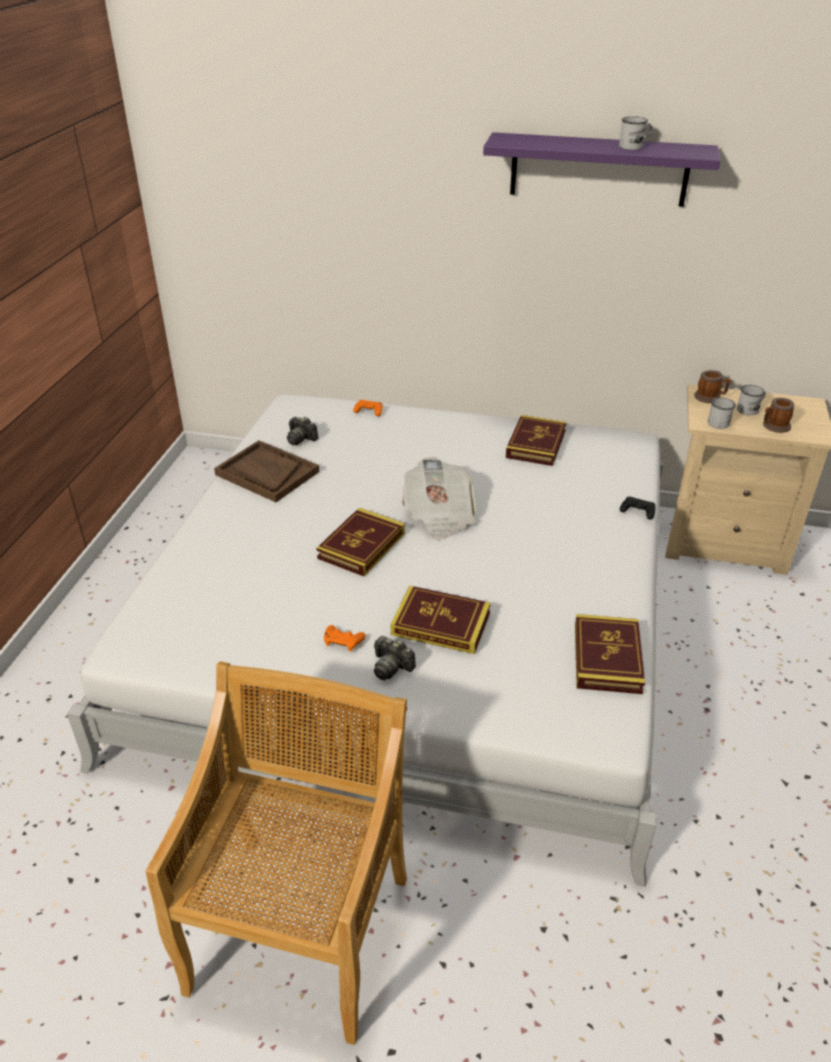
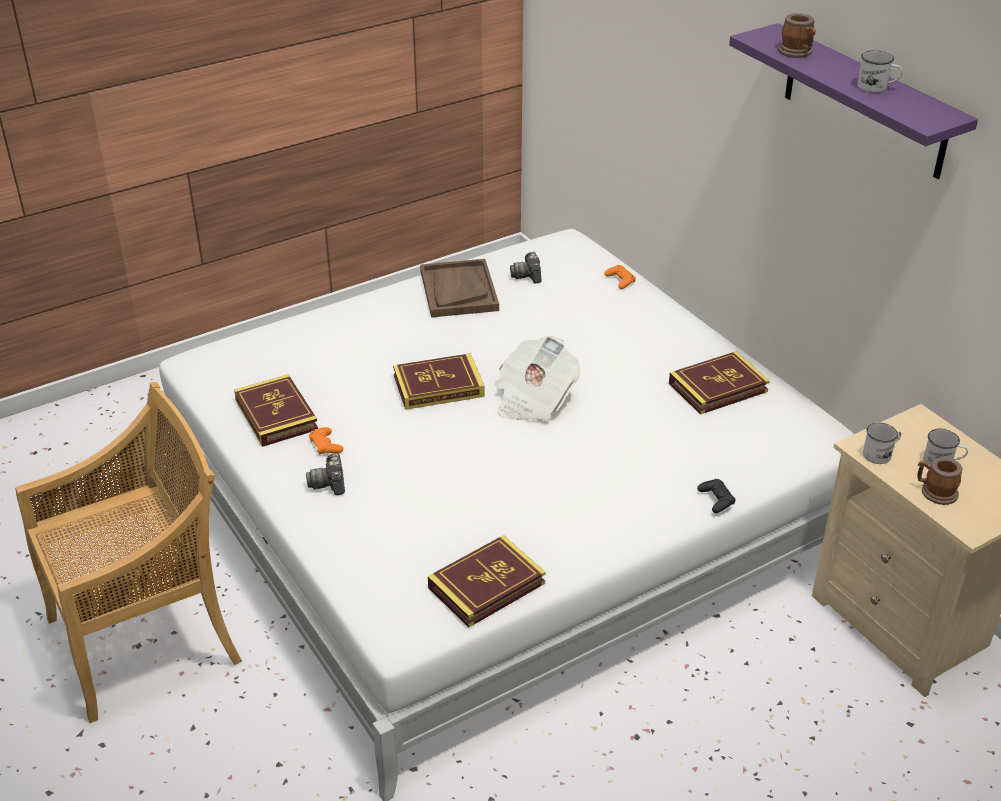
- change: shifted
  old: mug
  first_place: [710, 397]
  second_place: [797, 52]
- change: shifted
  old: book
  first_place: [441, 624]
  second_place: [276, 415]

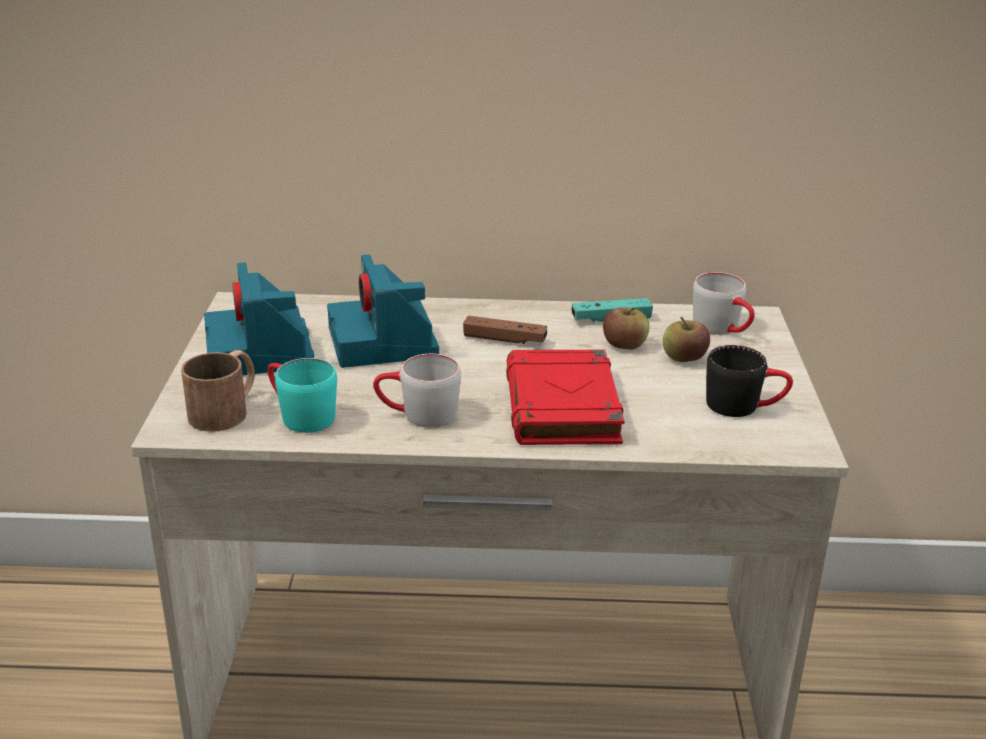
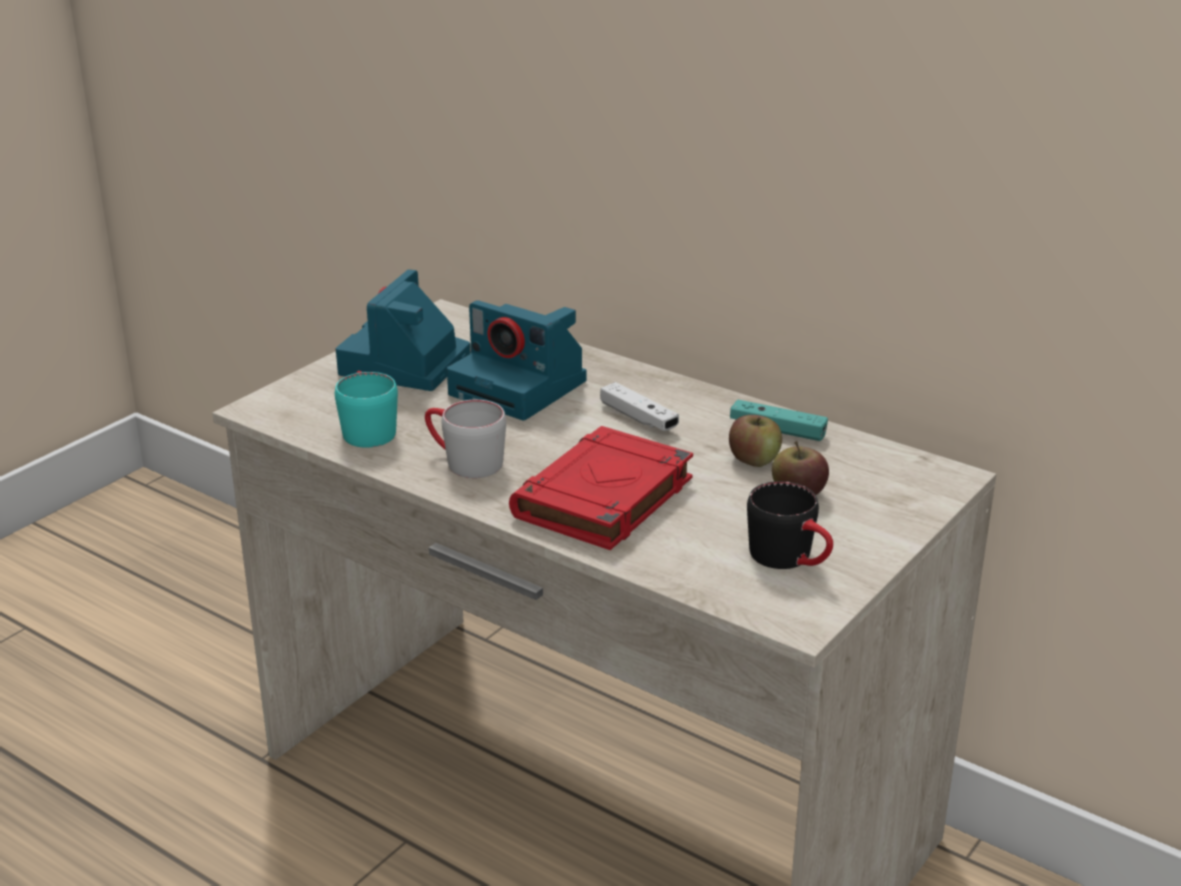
- change: rotated
  old: photo camera
  first_place: [384, 343]
  second_place: [521, 388]
  degrees: -75
- change: gone
  old: grey mug
  first_place: [723, 329]
- change: repainted
  old: brown game controller
  new: white game controller
  first_place: [504, 339]
  second_place: [638, 418]
- change: gone
  old: brown mug
  first_place: [227, 409]

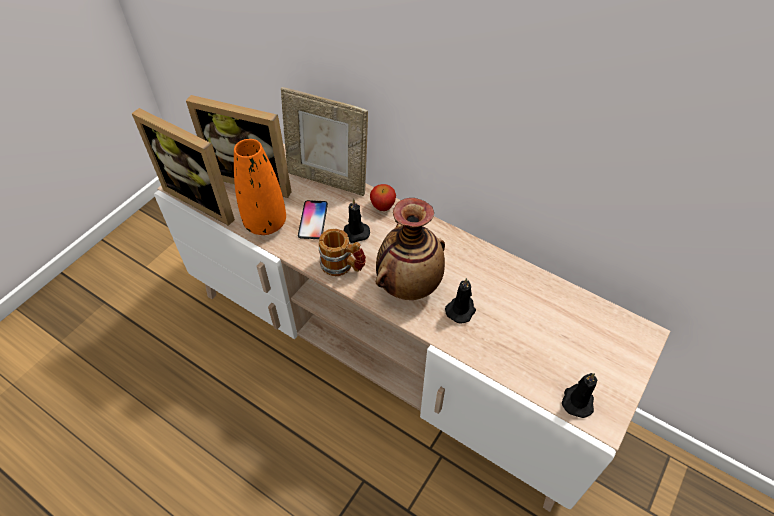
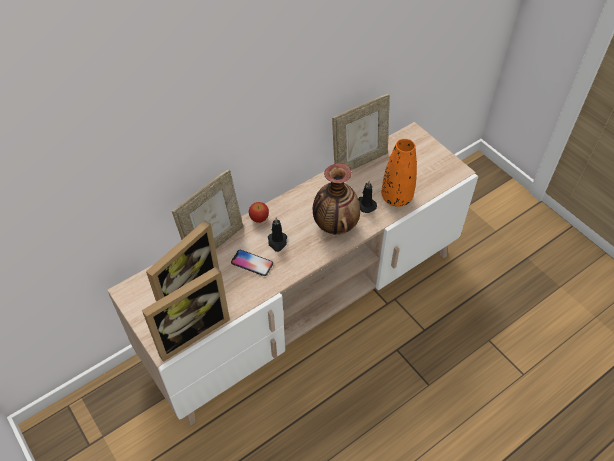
- change: shifted
  old: orange vase
  first_place: [265, 223]
  second_place: [396, 198]
- change: gone
  old: mug
  first_place: [343, 266]
- change: gone
  old: black candle
  first_place: [577, 400]
- change: new
  new: picture frame
  second_place: [359, 161]

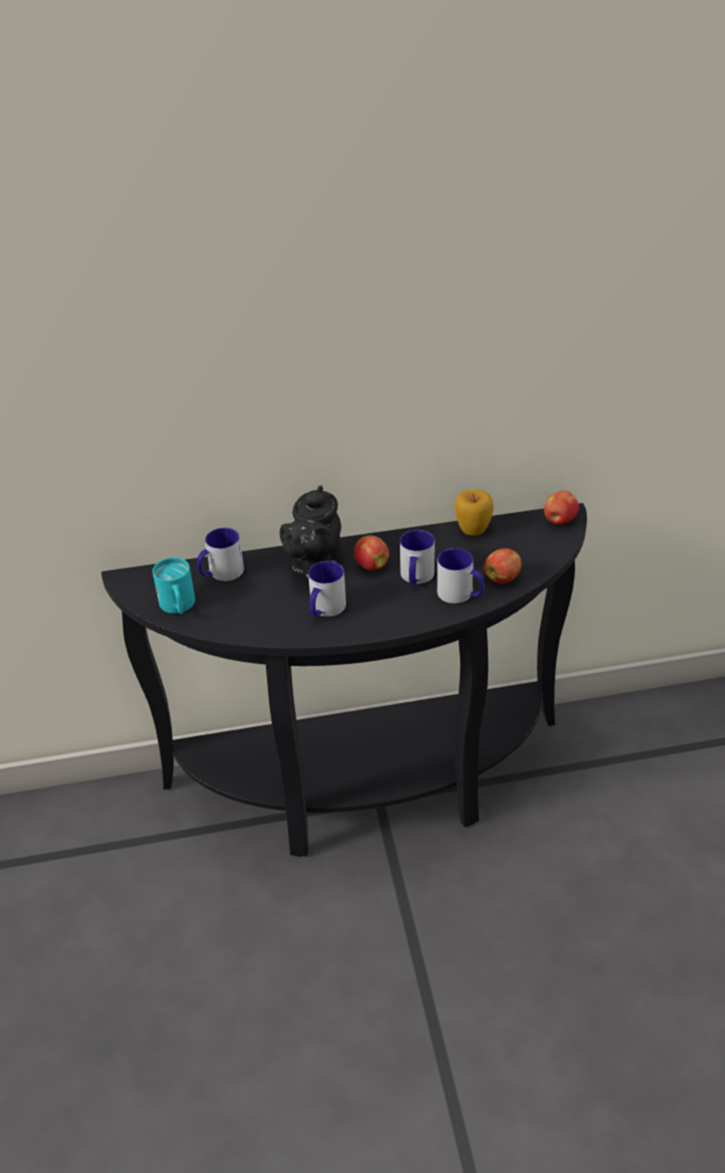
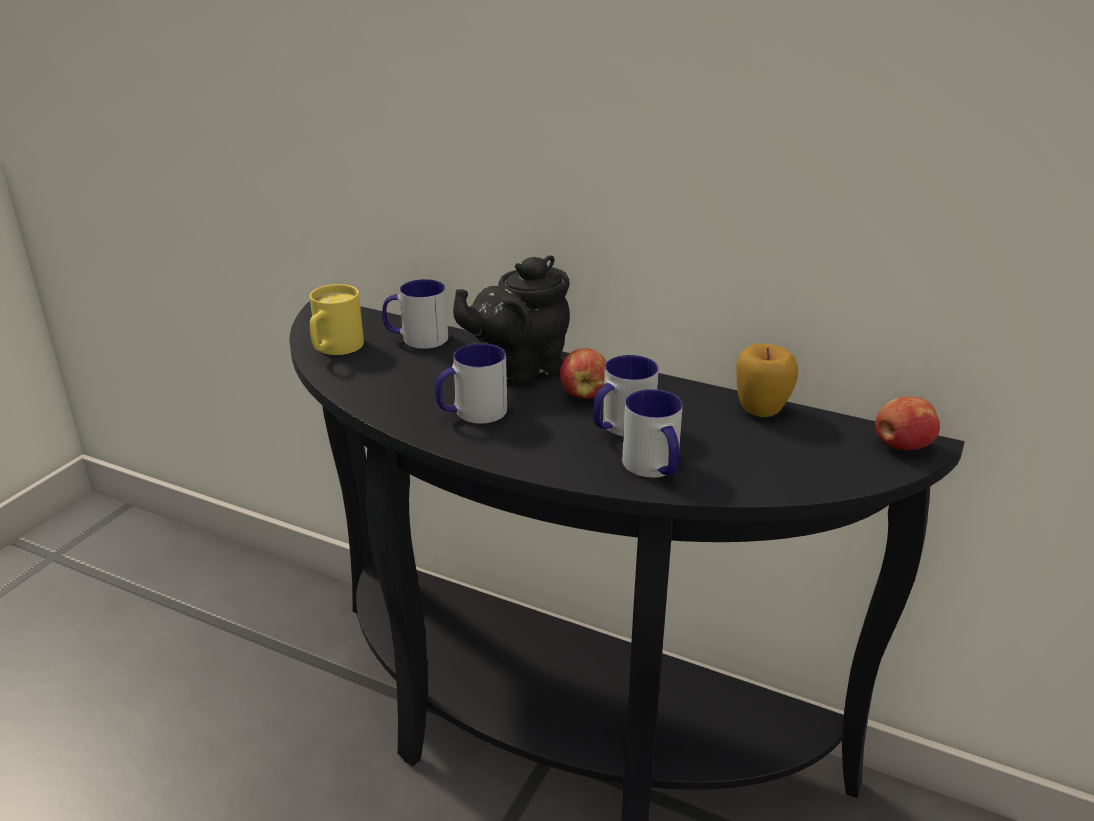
- change: gone
  old: apple
  first_place: [502, 578]
- change: repainted
  old: turquoise mug
  new: yellow mug
  first_place: [178, 607]
  second_place: [334, 349]

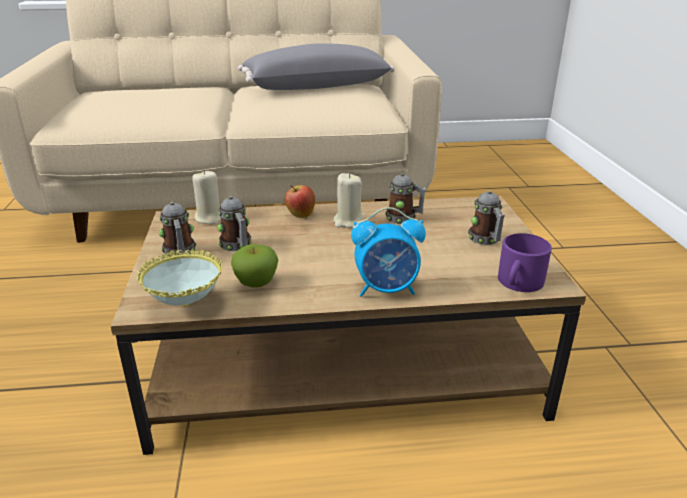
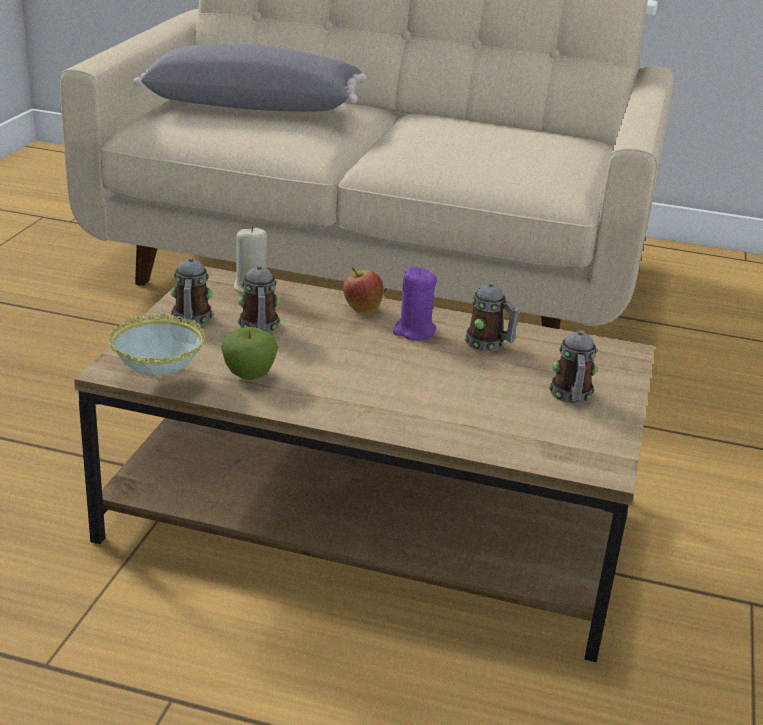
- change: shifted
  old: grey pillow
  first_place: [315, 86]
  second_place: [253, 105]
- change: repainted
  old: beige candle
  new: purple candle
  first_place: [348, 222]
  second_place: [414, 332]
- change: gone
  old: alarm clock
  first_place: [387, 289]
- change: gone
  old: purple mug
  first_place: [518, 282]

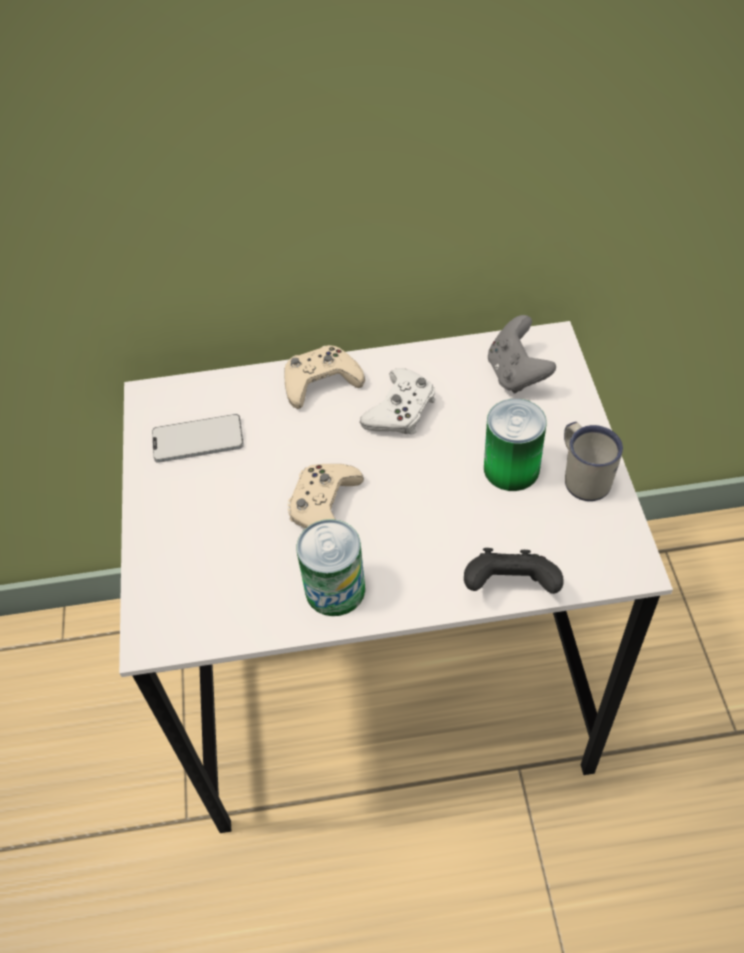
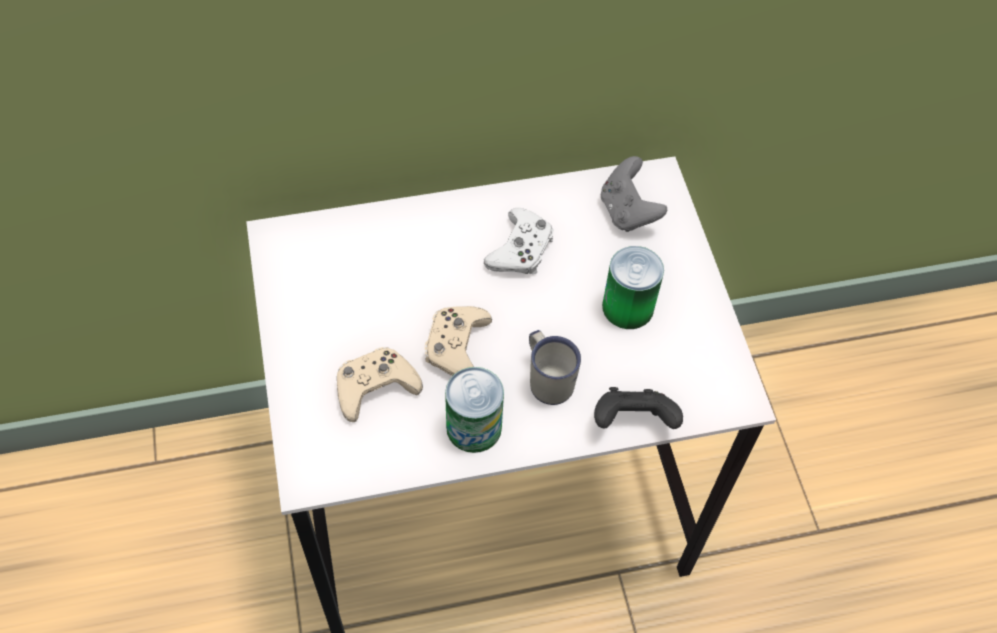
- change: shifted
  old: beige game controller
  first_place: [321, 382]
  second_place: [375, 387]
- change: gone
  old: phone
  first_place: [198, 440]
- change: shifted
  old: white mug
  first_place: [583, 476]
  second_place: [548, 378]

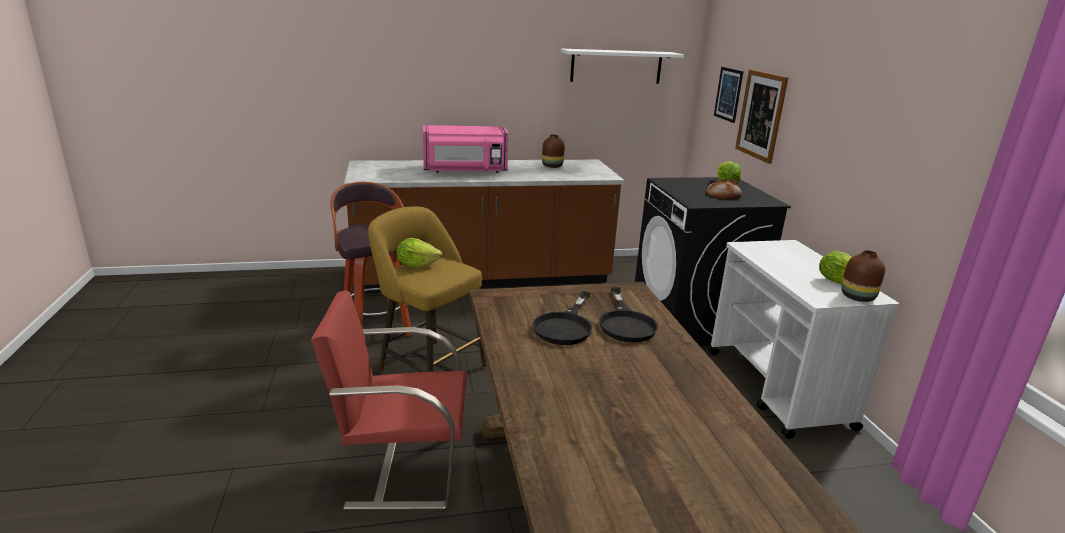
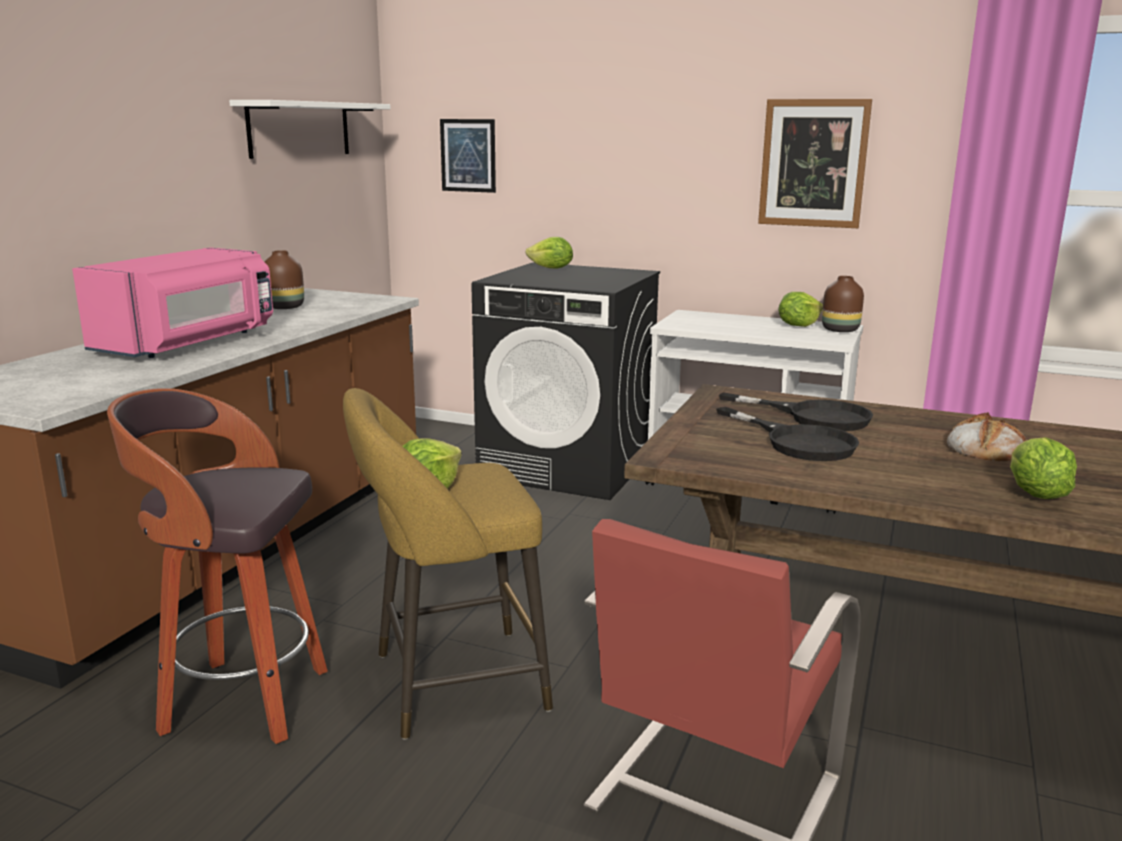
- change: shifted
  old: picture
  first_place: [761, 115]
  second_place: [813, 163]
- change: shifted
  old: bread
  first_place: [724, 194]
  second_place: [984, 448]
- change: new
  new: lettuce
  second_place: [1034, 494]

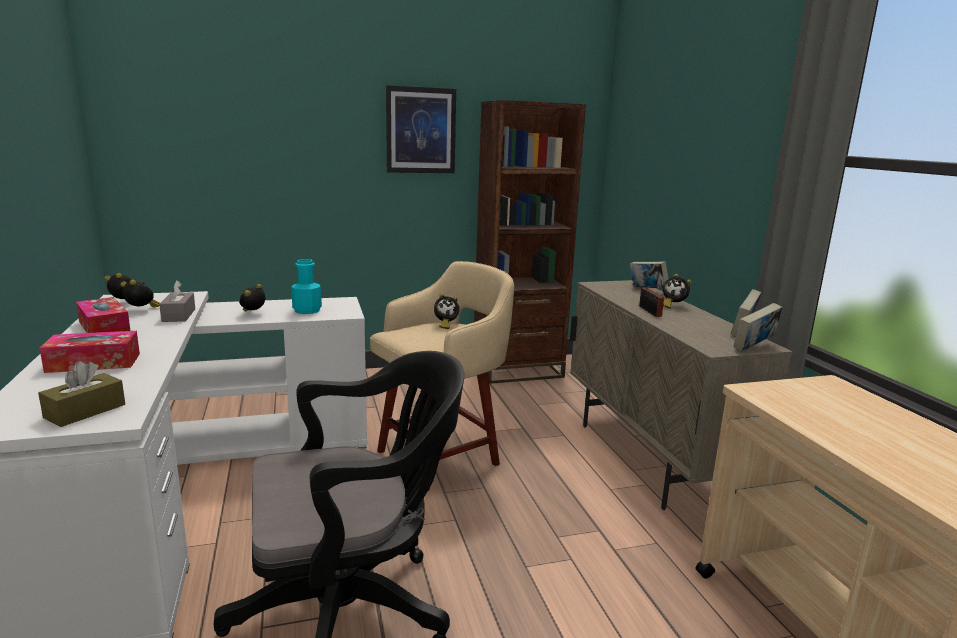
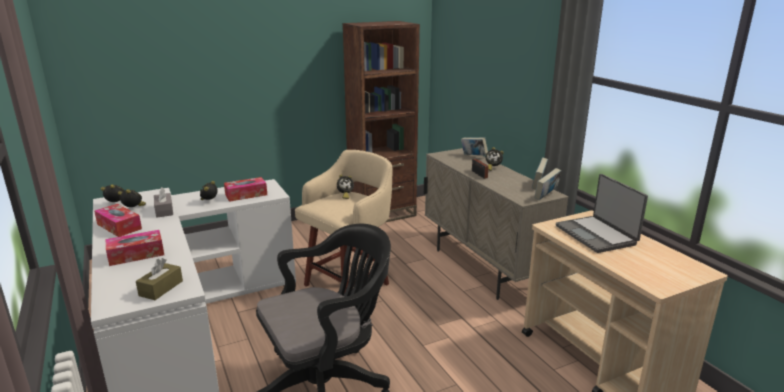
- change: gone
  old: picture
  first_place: [420, 130]
- change: swapped
  old: turquoise bottle
  new: tissue box
  first_place: [307, 310]
  second_place: [246, 195]
- change: new
  new: laptop
  second_place: [596, 235]

